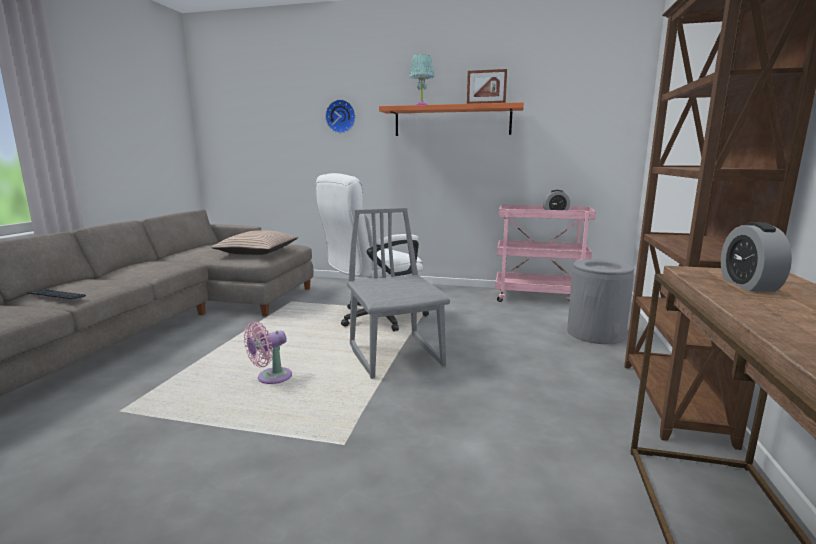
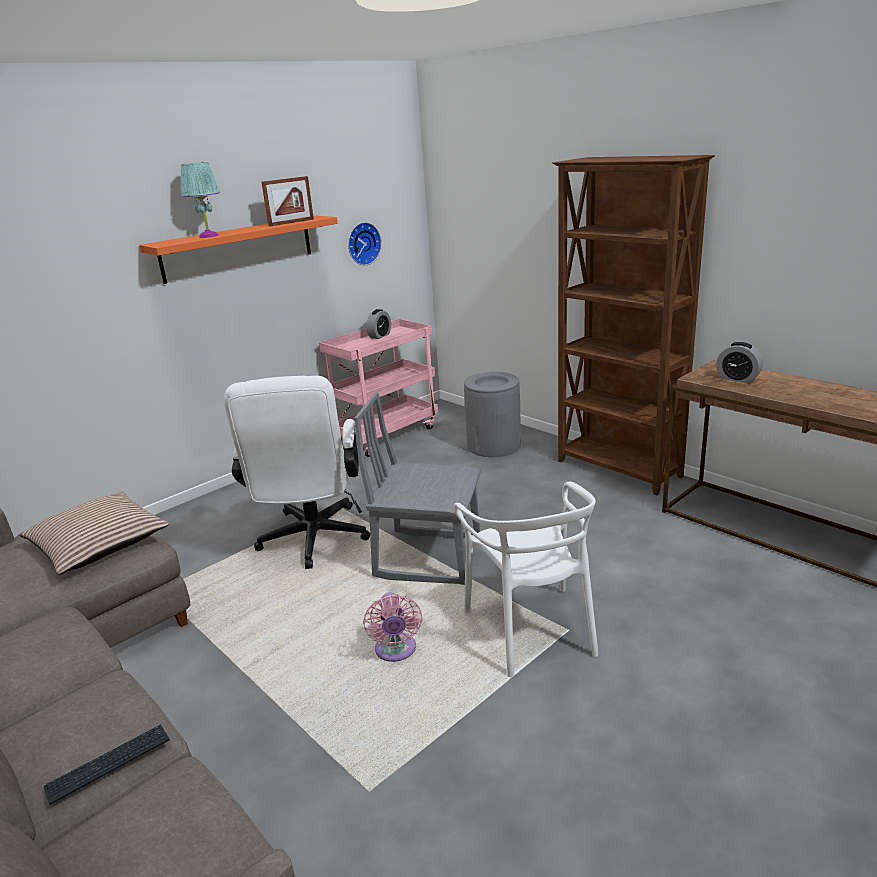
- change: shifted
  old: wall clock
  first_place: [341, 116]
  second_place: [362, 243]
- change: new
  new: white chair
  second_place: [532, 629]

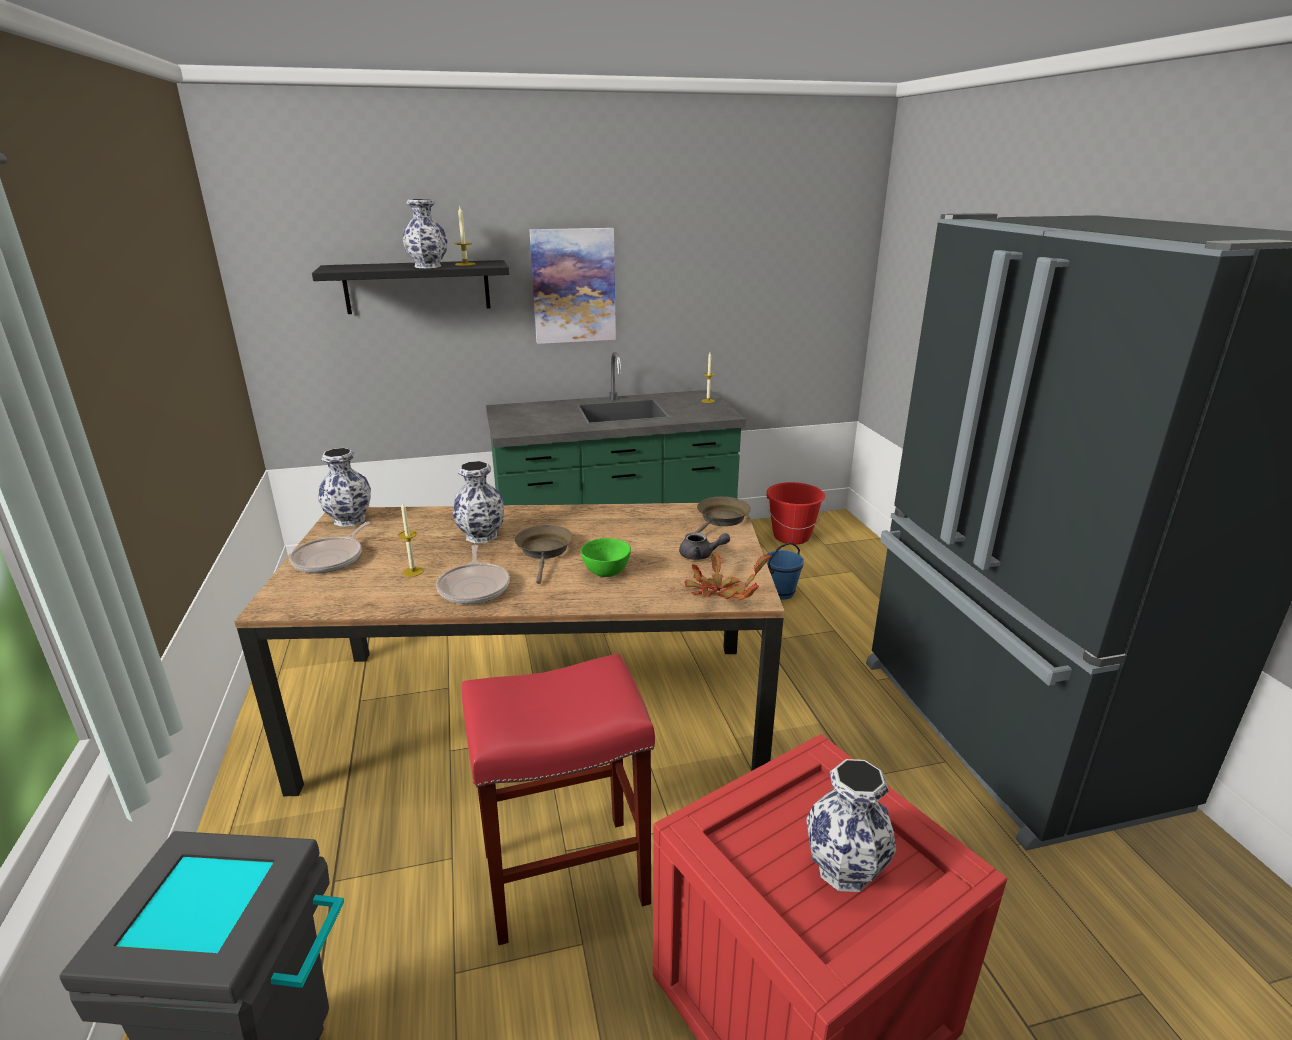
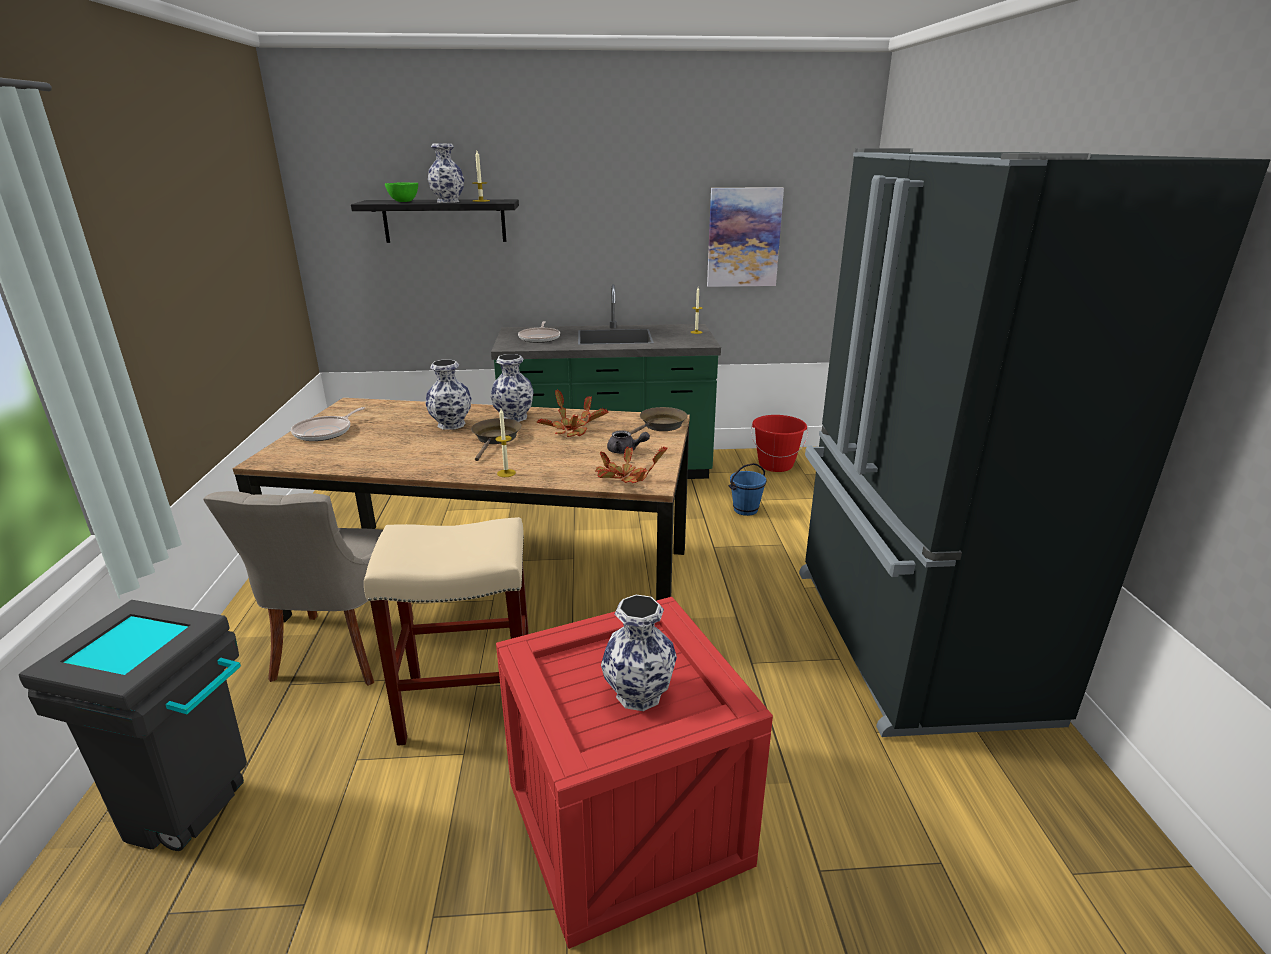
- change: shifted
  old: picture
  first_place: [573, 286]
  second_place: [743, 237]
- change: shifted
  old: vase
  first_place: [350, 520]
  second_place: [514, 417]
- change: shifted
  old: candle
  first_place: [413, 571]
  second_place: [506, 473]
- change: shifted
  old: green bowl
  first_place: [605, 573]
  second_place: [403, 202]
- change: shifted
  old: frying pan
  first_place: [474, 587]
  second_place: [540, 338]
- change: repainted
  old: red stool
  new: beige stool
  first_place: [563, 878]
  second_place: [466, 705]
- change: new
  new: potted plant
  second_place: [571, 430]
- change: new
  new: grey chair
  second_place: [340, 651]

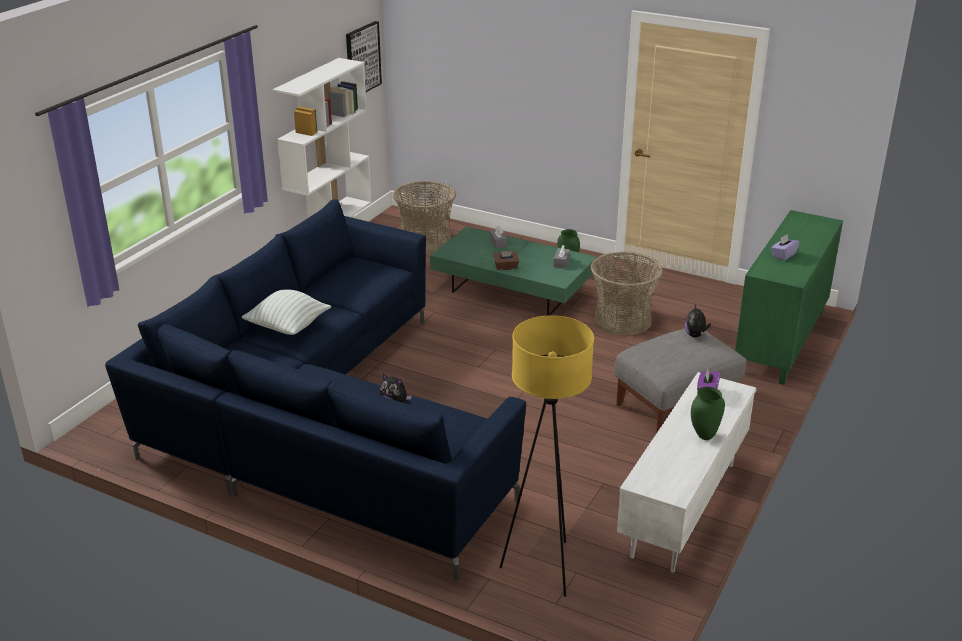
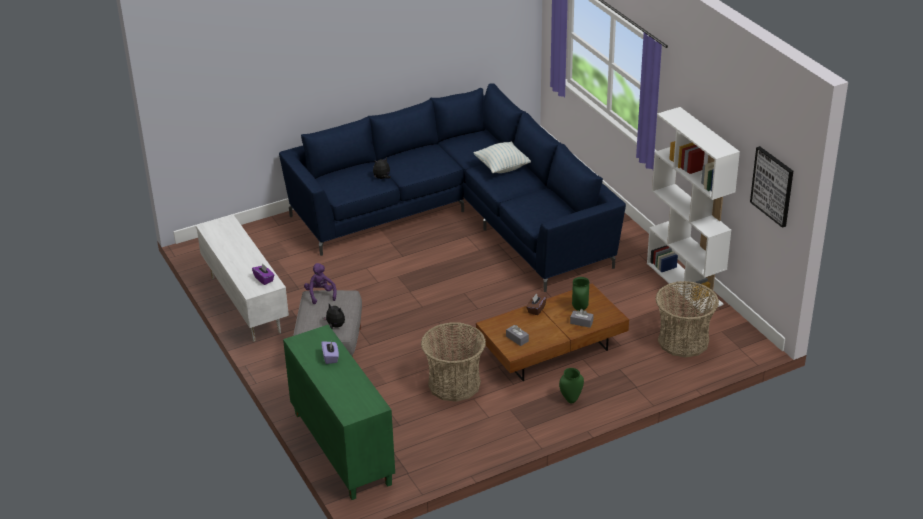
- change: repainted
  old: green coffee table
  new: brown coffee table
  first_place: [512, 292]
  second_place: [551, 350]
- change: gone
  old: yellow floor lamp
  first_place: [544, 567]
- change: shifted
  old: green vase
  first_place: [704, 436]
  second_place: [579, 308]
- change: new
  new: purple plush toy
  second_place: [320, 294]

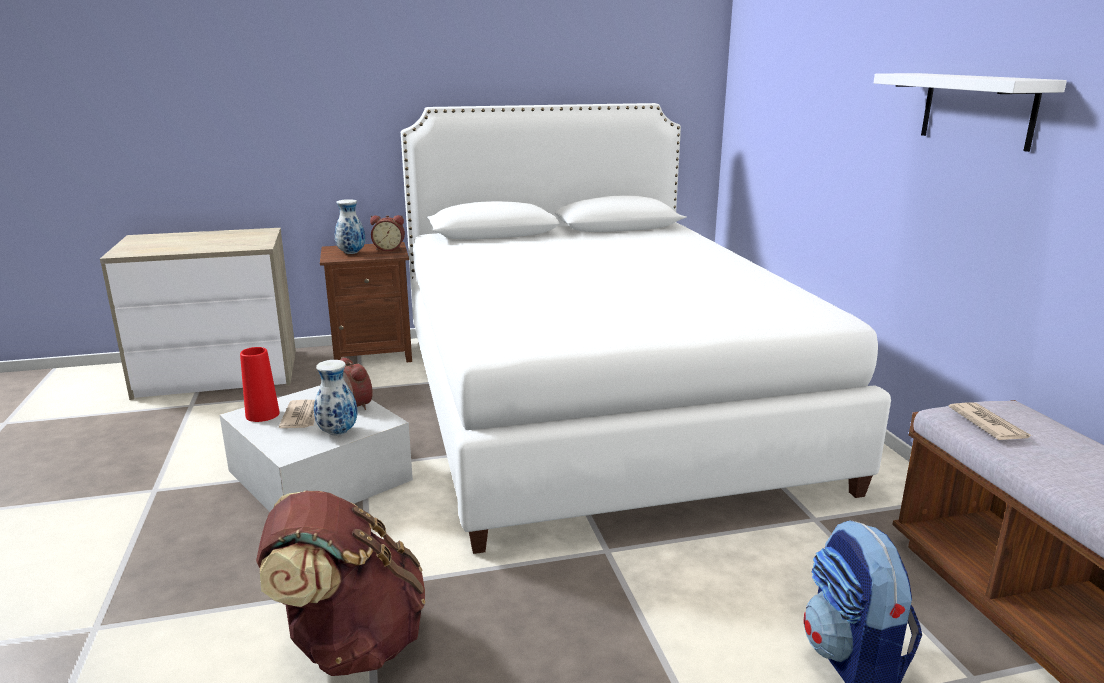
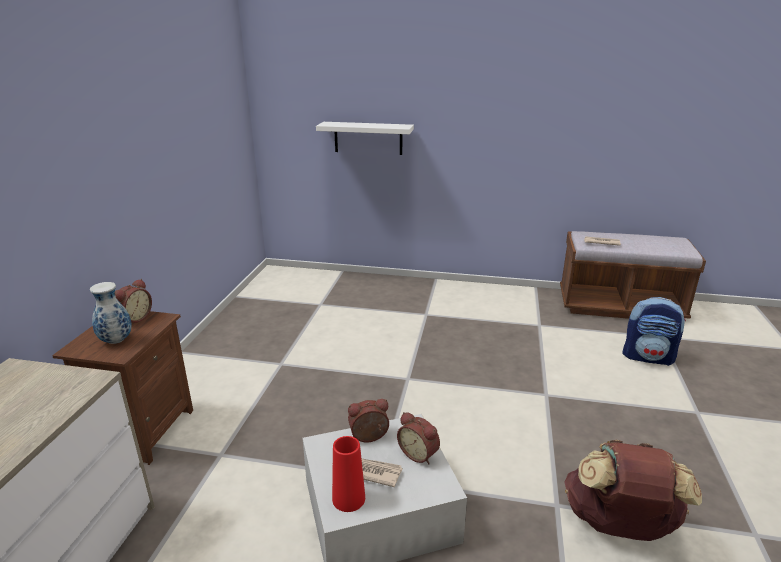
- change: shifted
  old: white shelf
  first_place: [977, 109]
  second_place: [368, 138]
- change: gone
  old: white bed
  first_place: [595, 402]
- change: swapped
  old: vase
  new: alarm clock
  first_place: [338, 432]
  second_place: [419, 453]

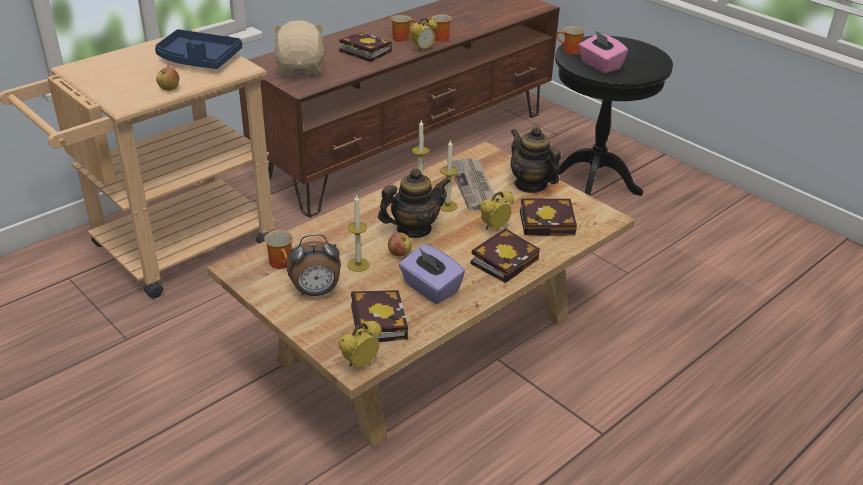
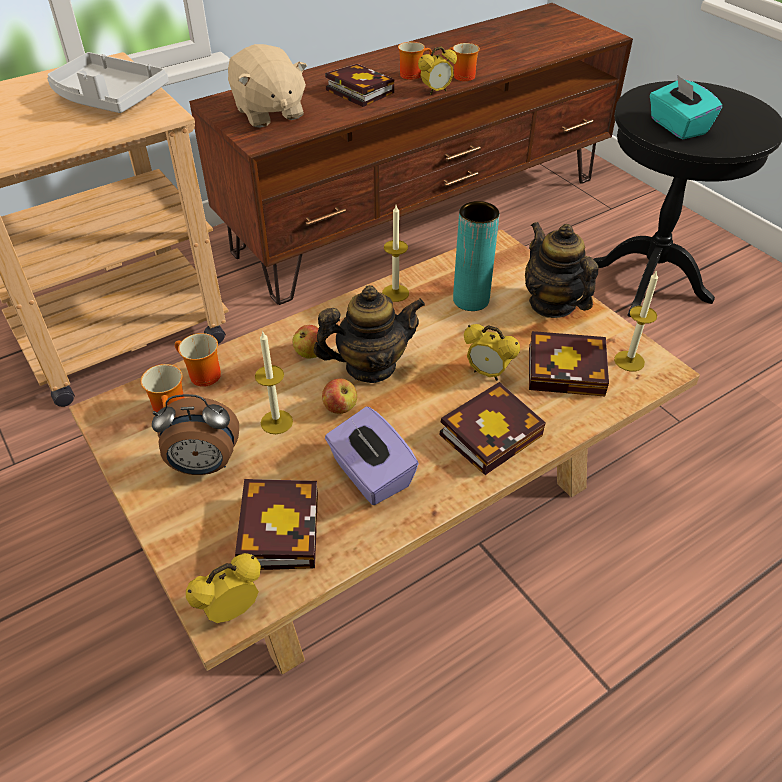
- change: rotated
  old: beige plush toy
  first_place: [301, 69]
  second_place: [268, 113]
  degrees: 150
- change: shifted
  old: mug
  first_place: [569, 51]
  second_place: [200, 376]
- change: repainted
  old: blue tray
  new: grey tray
  first_place: [198, 60]
  second_place: [108, 98]
- change: repainted
  old: pink tissue box
  new: turquoise tissue box
  first_place: [600, 65]
  second_place: [677, 127]
- change: shifted
  old: apple
  first_place: [169, 89]
  second_place: [310, 353]
- change: shifted
  old: candle
  first_place: [447, 206]
  second_place: [629, 361]
- change: swapped
  old: newspaper
  new: turquoise vase
  first_place: [474, 186]
  second_place: [471, 300]
- change: rotated
  old: alarm clock
  first_place: [495, 228]
  second_place: [487, 373]
  degrees: -120

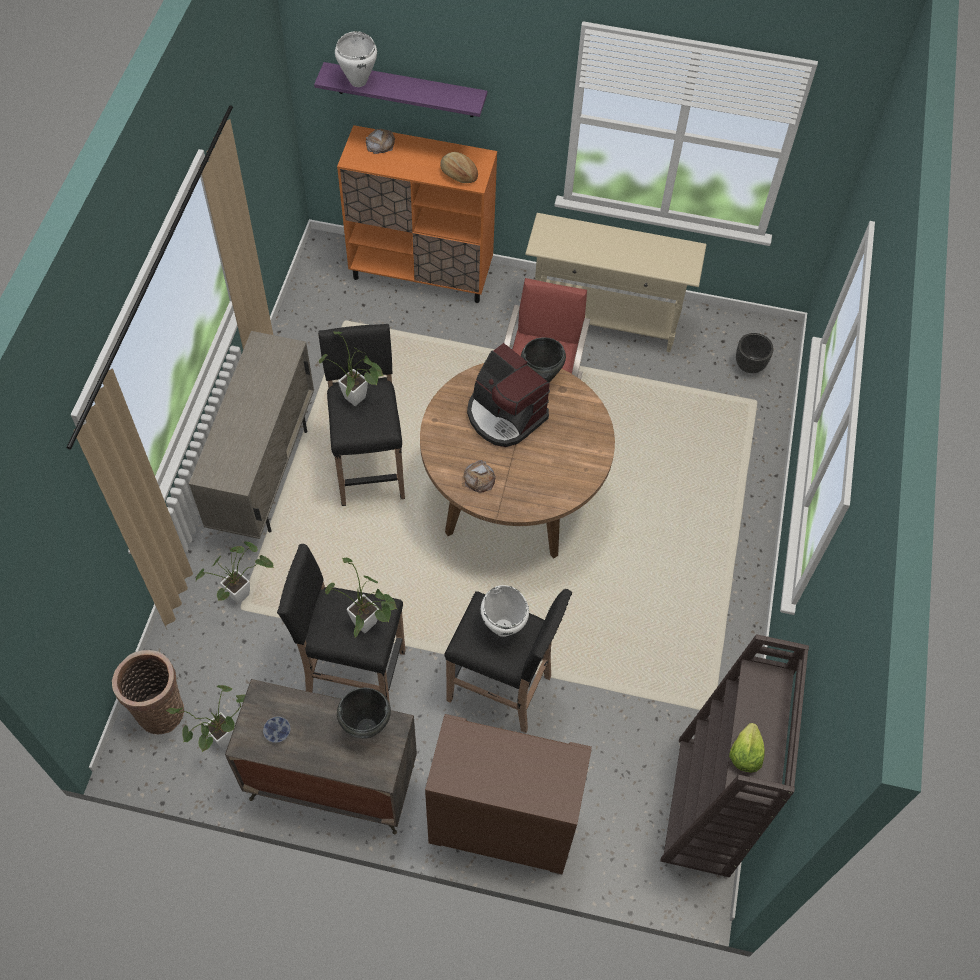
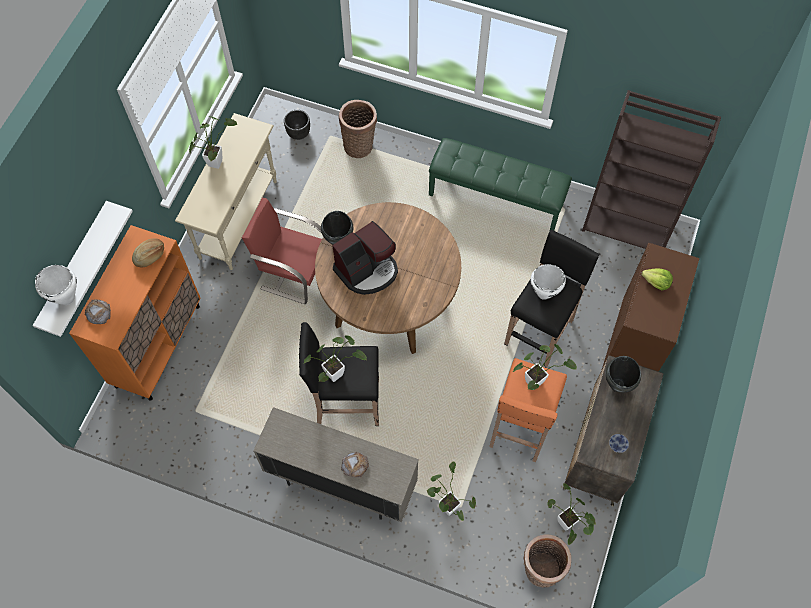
- change: repainted
  old: purple shelf
  new: white shelf
  first_place: [405, 90]
  second_place: [75, 268]
- change: shifted
  old: bread
  first_place: [479, 478]
  second_place: [355, 465]
- change: repainted
  old: black stool
  new: orange stool
  first_place: [353, 672]
  second_place: [520, 428]
- change: shifted
  old: lettuce
  first_place: [745, 754]
  second_place: [656, 283]
- change: new
  new: basket
  second_place: [359, 145]
- change: new
  new: potted plant
  second_place: [217, 160]
- change: new
  new: green bench
  second_place: [496, 198]

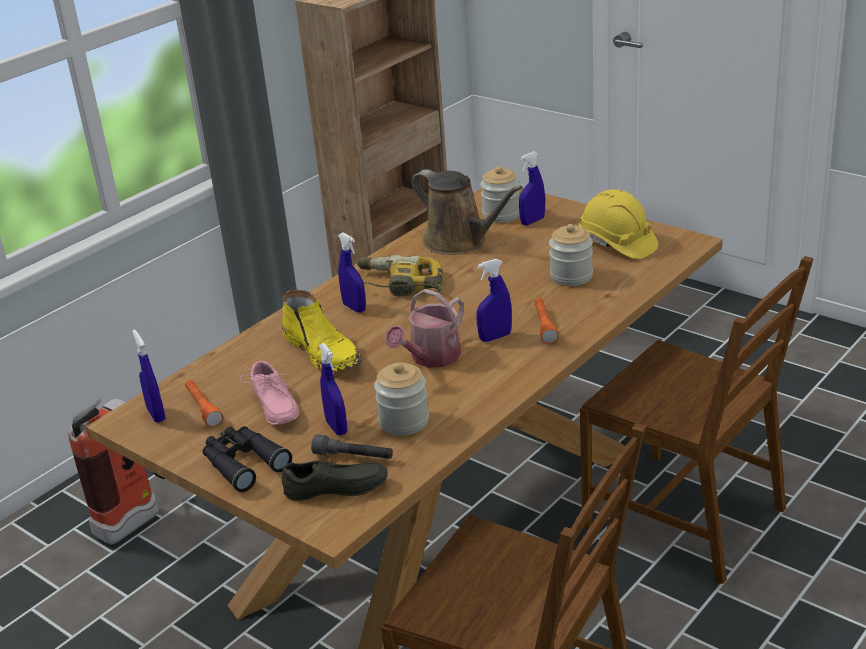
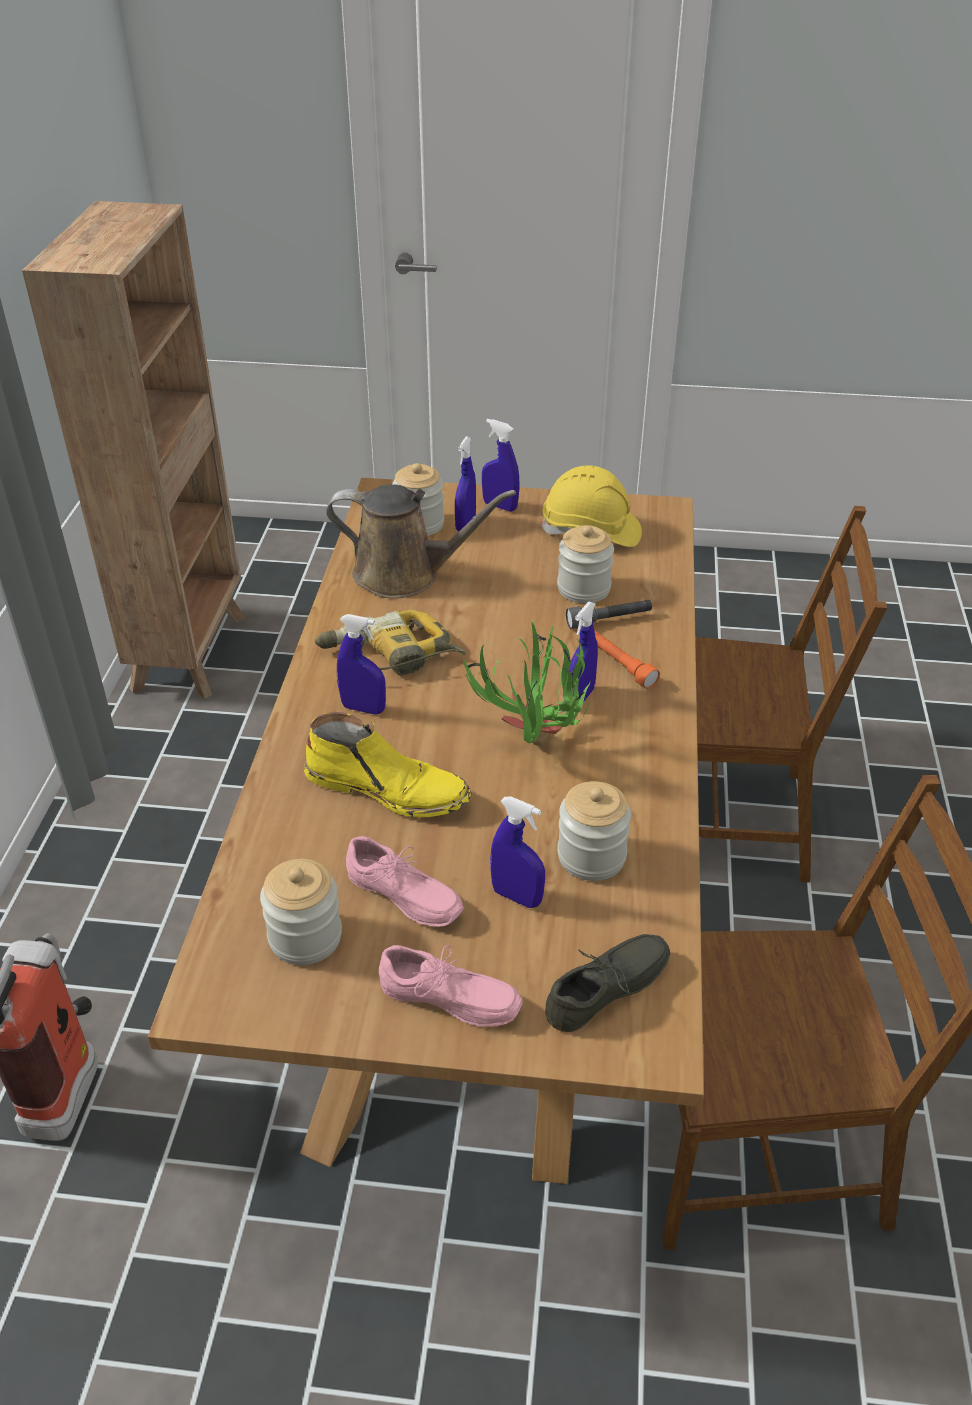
- change: swapped
  old: watering can
  new: potted plant
  first_place: [431, 358]
  second_place: [533, 752]
- change: shifted
  old: blue spray bottle
  first_place: [156, 414]
  second_place: [500, 506]
- change: swapped
  old: orange flashlight
  new: jar
  first_place: [203, 408]
  second_place: [305, 937]
- change: swapped
  old: black binoculars
  new: pink shoe
  first_place: [243, 463]
  second_place: [448, 1002]
- change: shifted
  old: grey flashlight
  first_place: [353, 457]
  second_place: [609, 620]

